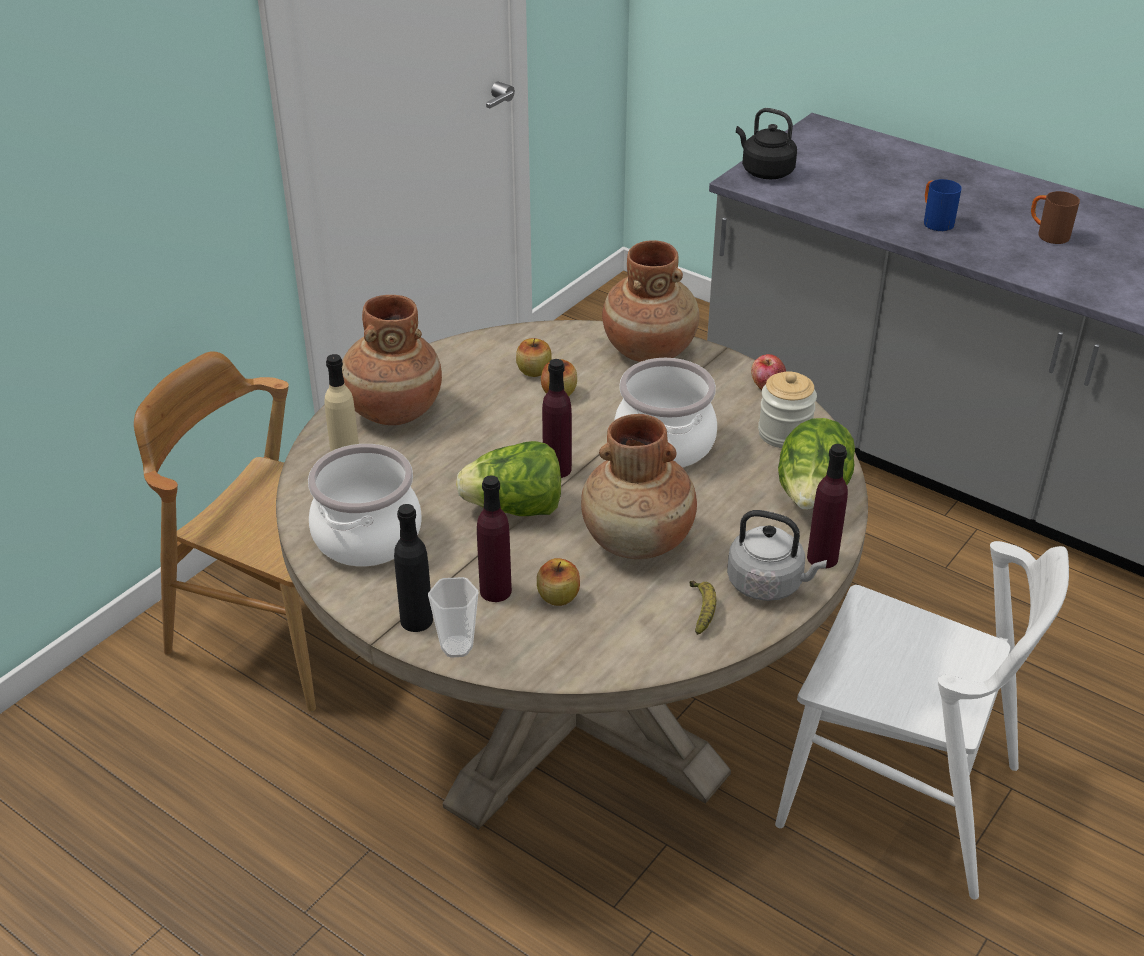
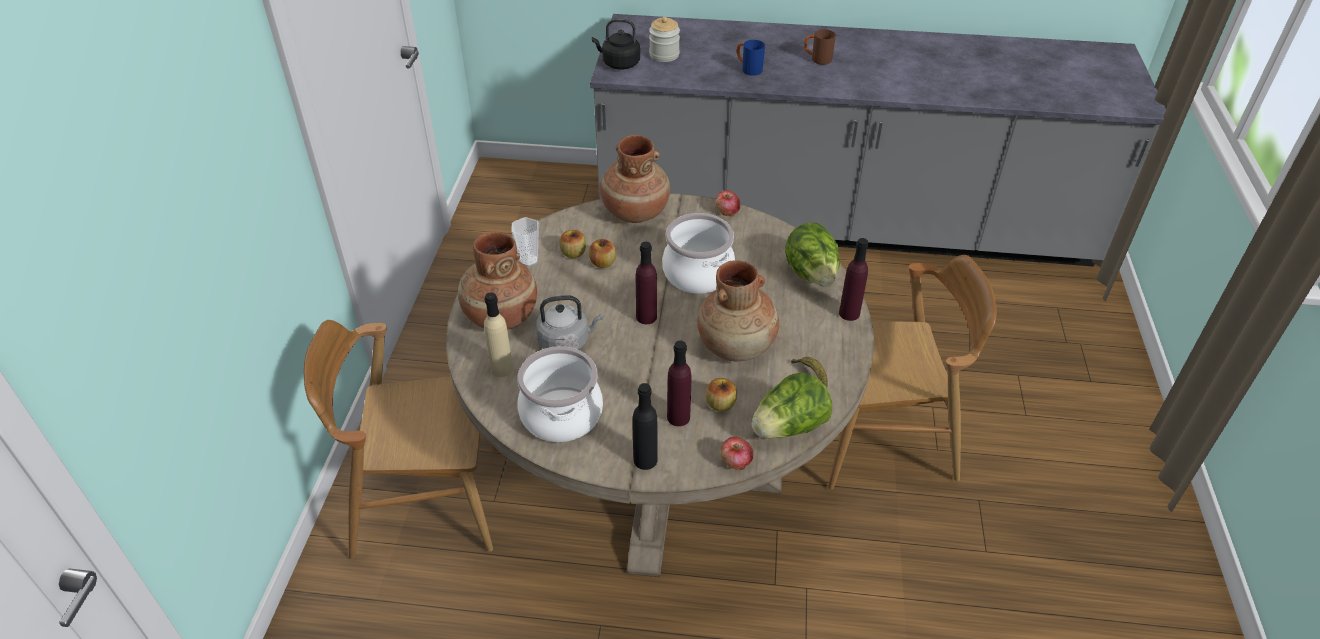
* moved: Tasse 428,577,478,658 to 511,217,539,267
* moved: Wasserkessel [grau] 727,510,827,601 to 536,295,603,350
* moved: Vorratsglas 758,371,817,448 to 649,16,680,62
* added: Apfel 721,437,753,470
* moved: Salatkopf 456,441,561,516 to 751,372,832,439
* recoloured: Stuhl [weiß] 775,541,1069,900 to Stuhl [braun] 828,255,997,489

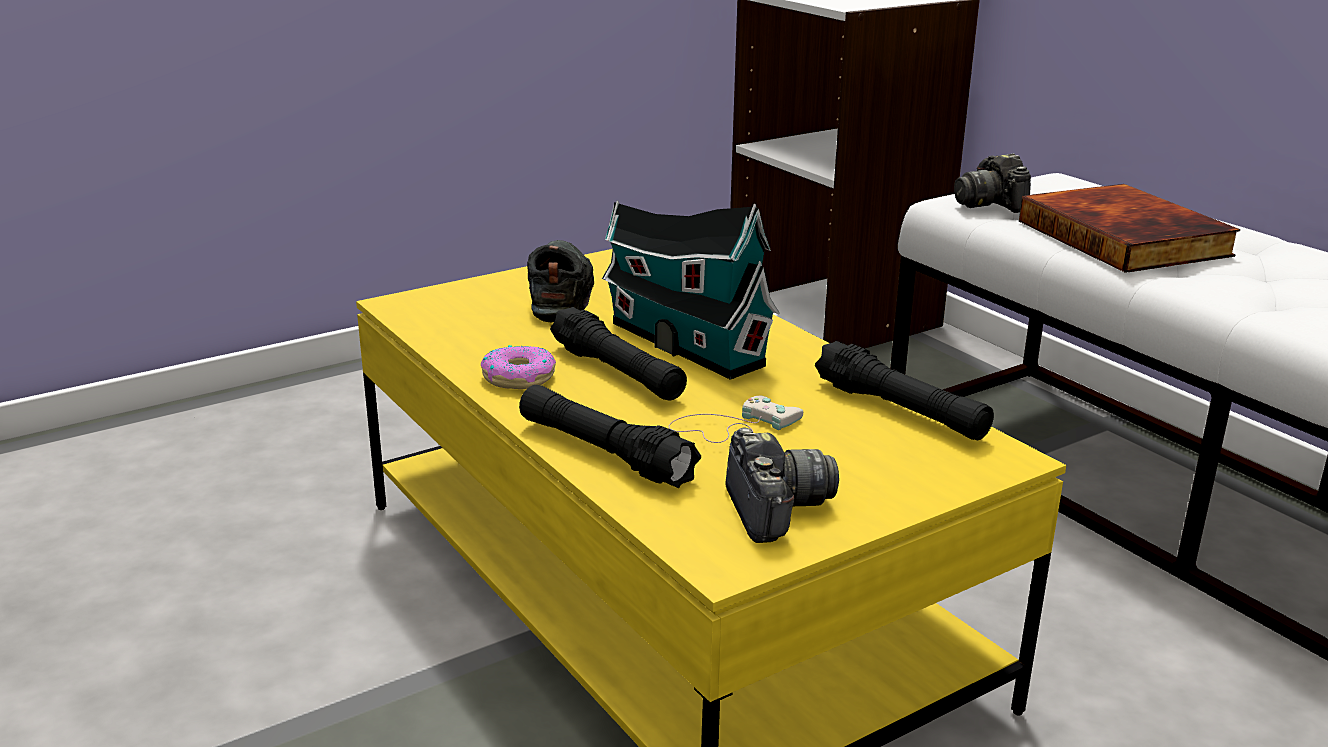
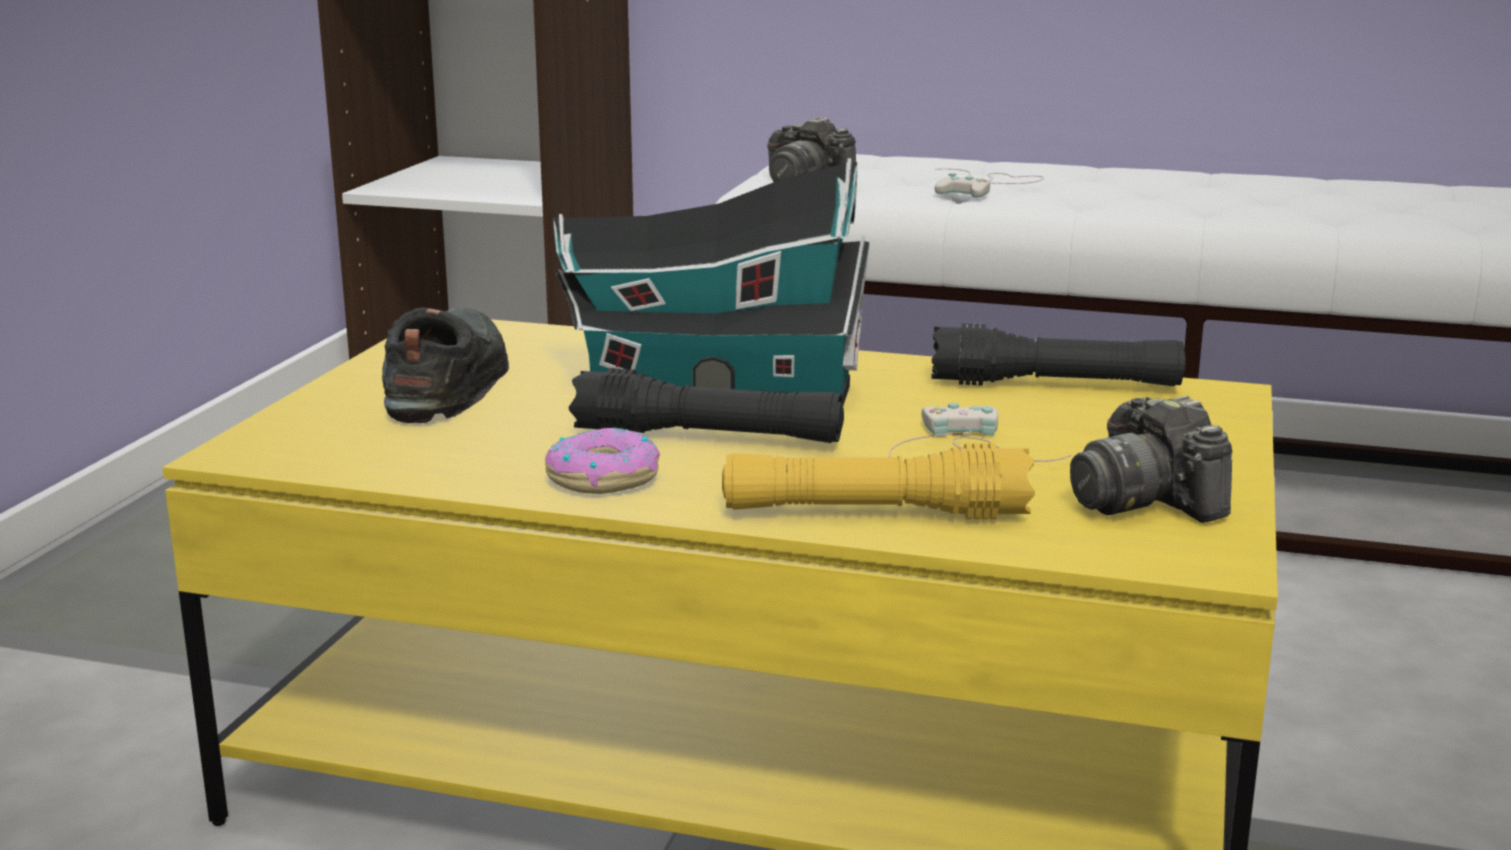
* turned: Schuh [schwarz] 527,240,594,322 = 382,307,509,423 45 degrees clockwise
* recoloured: Taschenlampe [schwarz] 519,385,701,488 to Taschenlampe [gelb] 722,443,1035,519
* replaced: Buch 1019,184,1240,273 to Gamepad [weiß] 935,168,1044,198
* turned: Kamera 725,427,839,543 = 1070,395,1232,523 150 degrees counterclockwise

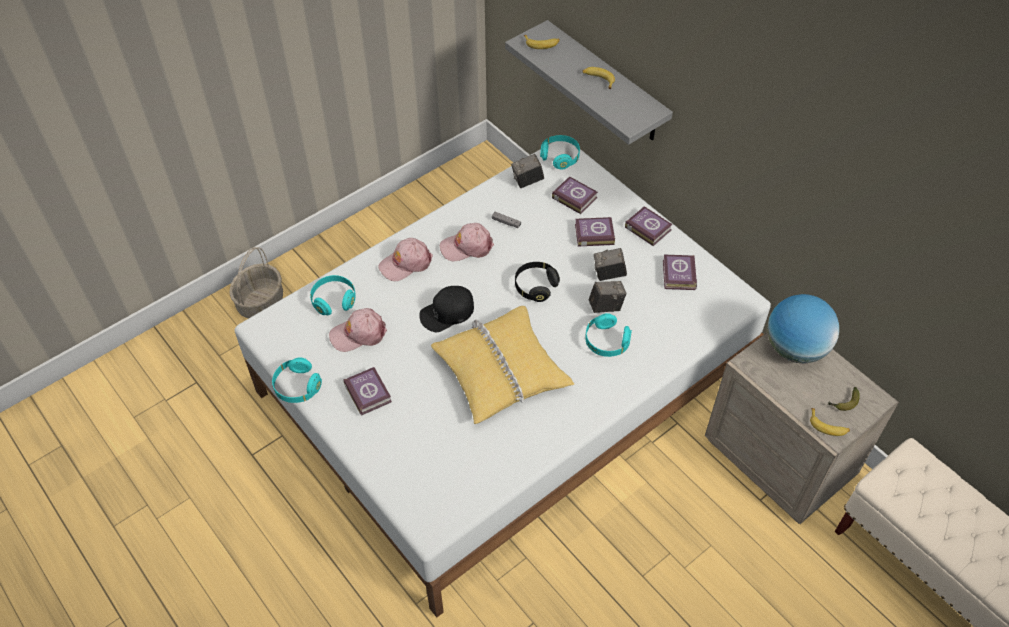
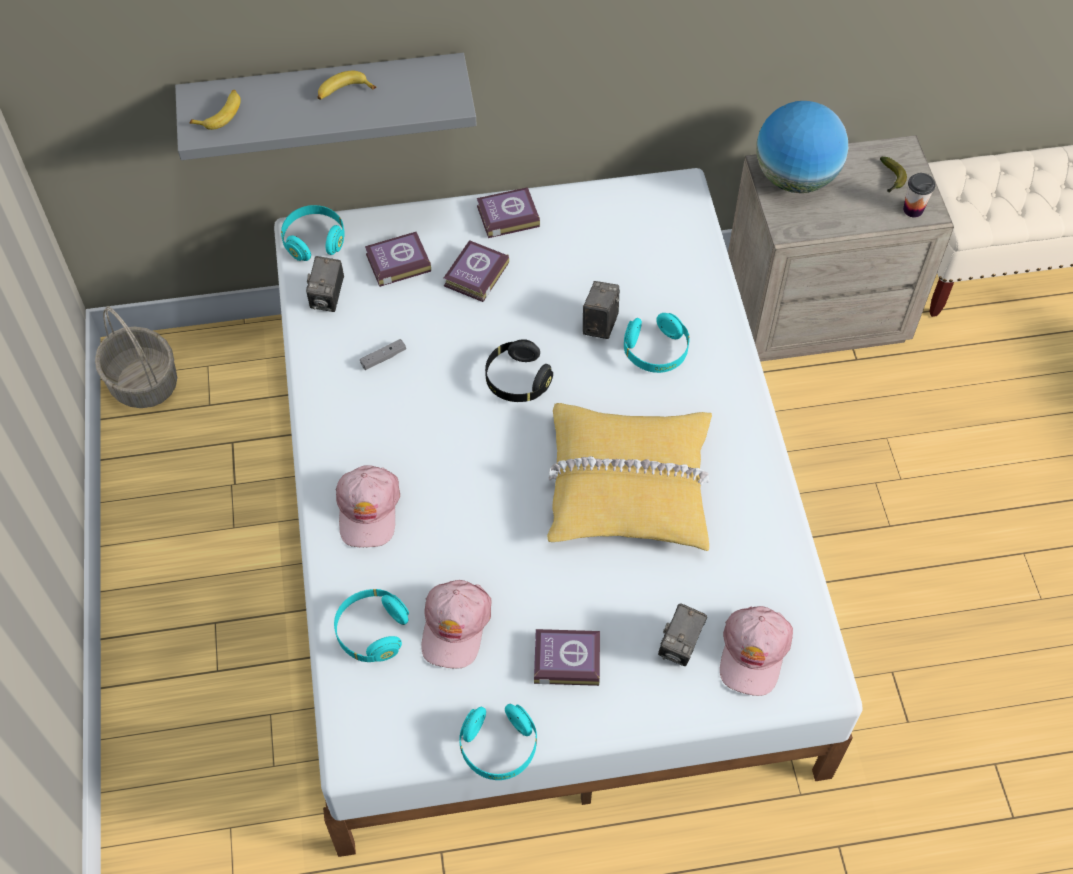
* moved: Korb 229,247,283,318 to 95,306,177,408
* moved: Kamera 594,248,627,281 to 658,603,707,666
* moved: Kappe [rosa] 440,223,494,261 to 720,606,793,696
* replaced: Banane 810,408,850,436 to Tasse 903,173,935,218
* removed: Kappe [schwarz] 419,286,474,332
* removed: Buch 663,255,697,290

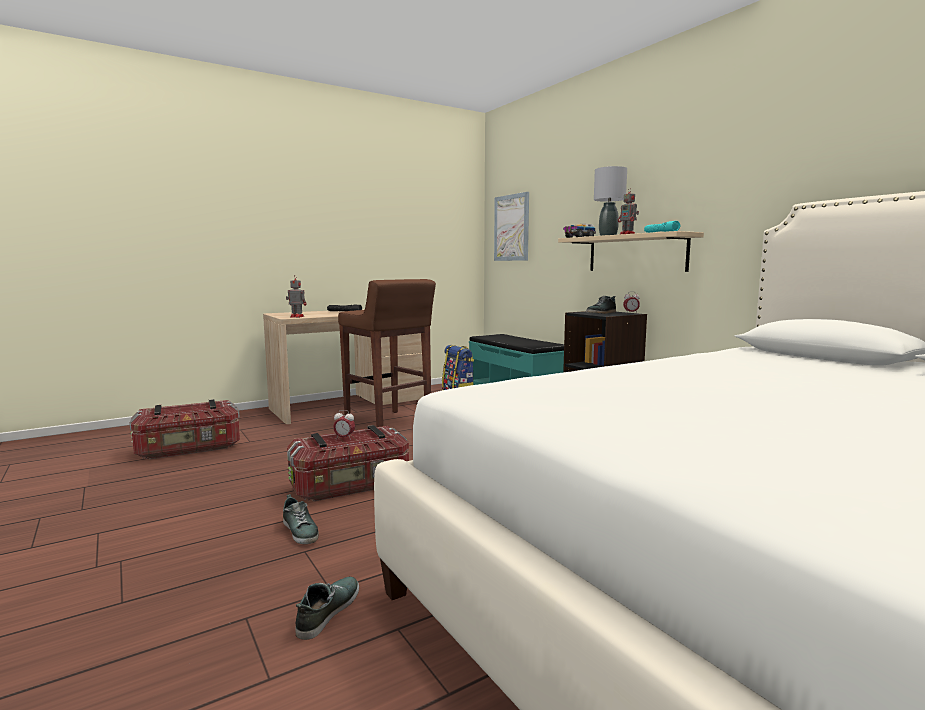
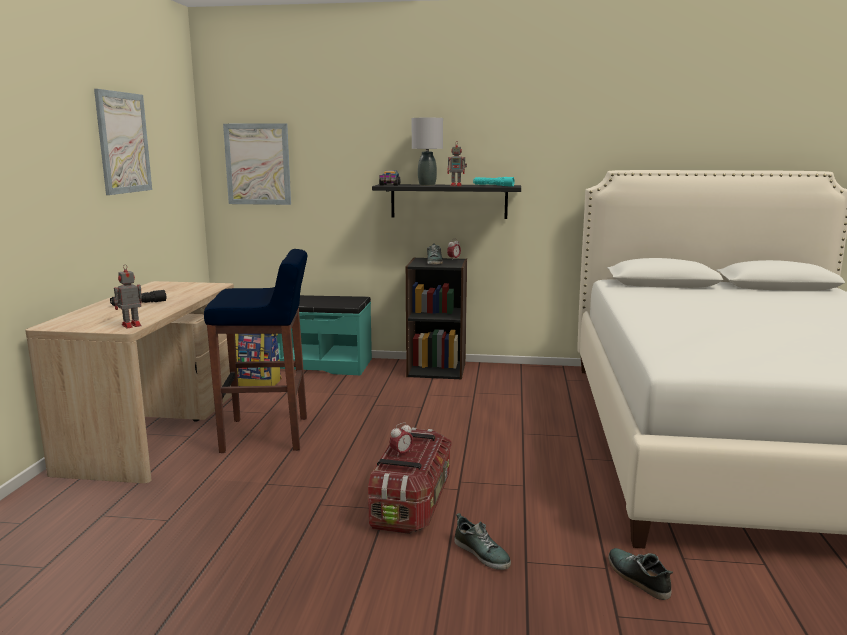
* added: Bild 94,89,152,195
* recoloured: Hocker [braun] 338,279,436,427 to Hocker [blau] 204,249,307,453
* recoloured: Wandregal [beige] 558,231,704,272 to Wandregal [schwarz] 372,184,521,219
* turned: Schuh 283,494,319,544 = 455,513,511,570 45 degrees clockwise
* removed: Aufbewahrungsbox 129,399,240,459

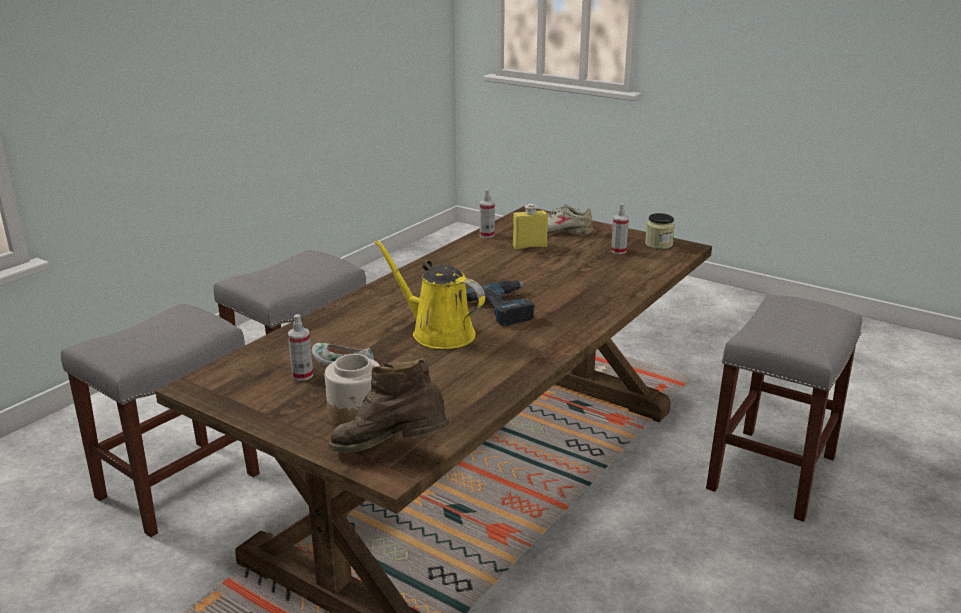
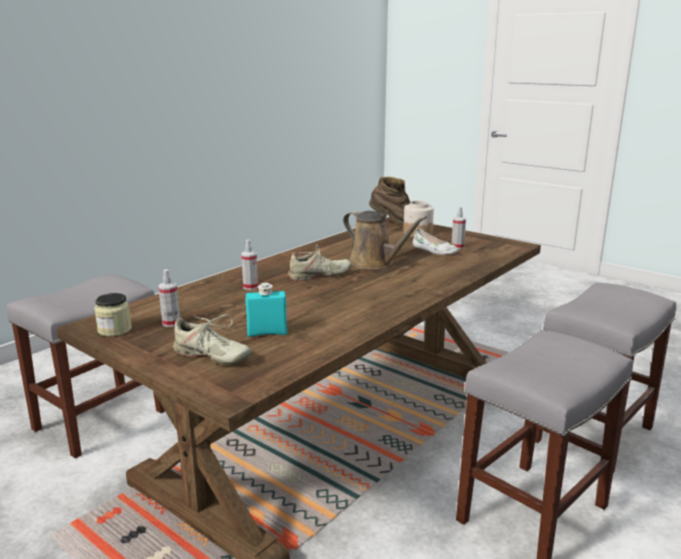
* moved: Sprühflasche 480,189,495,238 to 241,240,258,290
* recoloured: Flasche [gelb] 513,203,548,250 to Flasche [türkis] 246,283,287,337
* replaced: Bohrmaschine 466,280,535,326 to Schuh [beige] 288,245,352,281
* recoloured: Gießkanne [gelb] 374,239,485,349 to Gießkanne [braun] 343,211,427,269

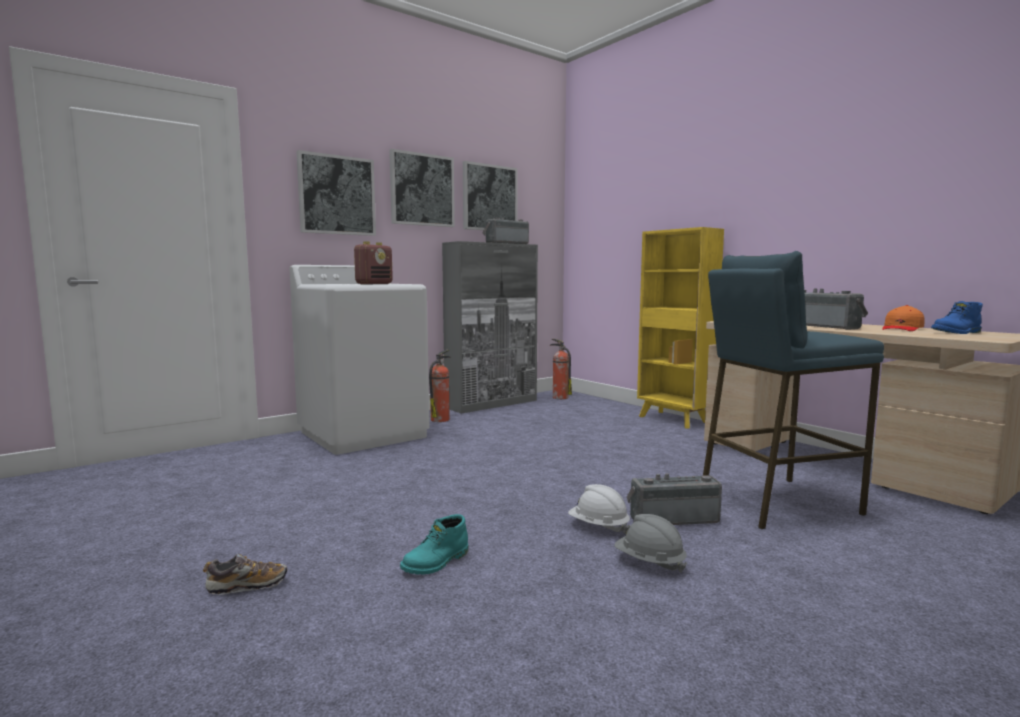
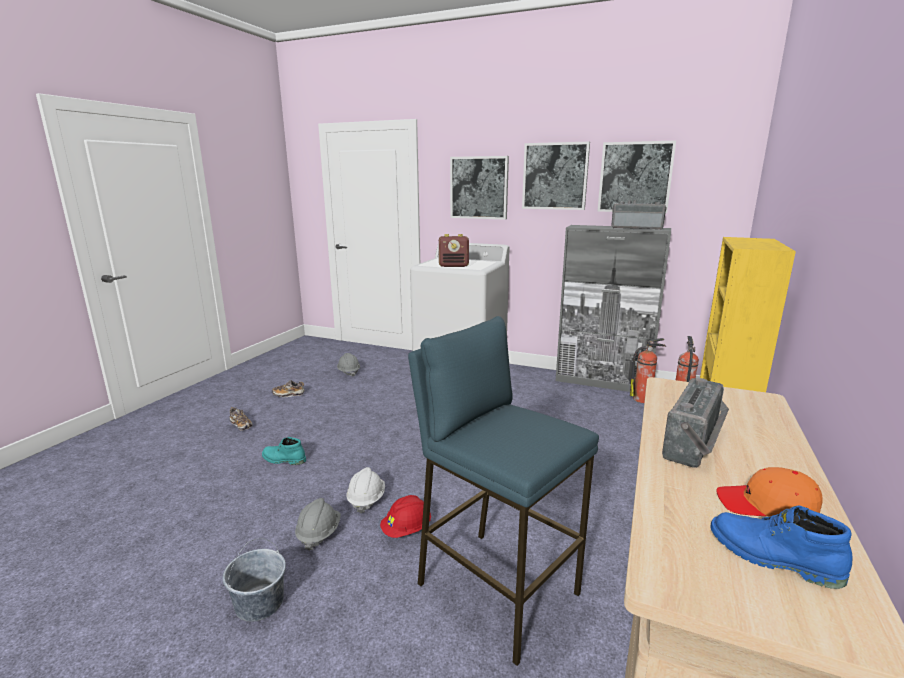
* added: Eimer [grau] 223,538,286,622
* added: Schuh 272,380,305,397
* added: Schutzhelm [grau] 337,353,360,376
* replaced: Radio 627,473,722,525 to Schutzhelm [rot] 380,495,431,538
* moved: Feuerlöscher 429,350,451,422 to 630,338,666,403

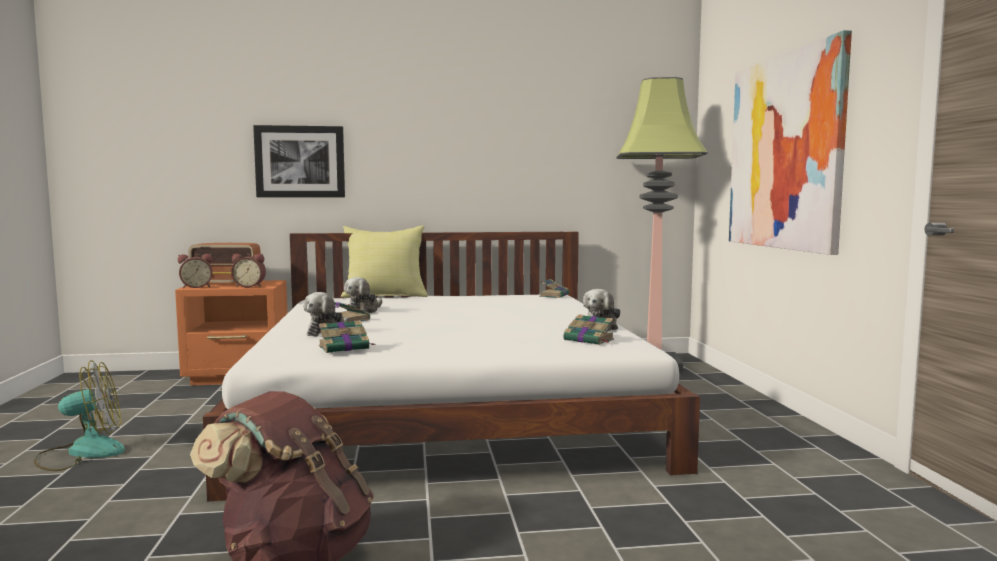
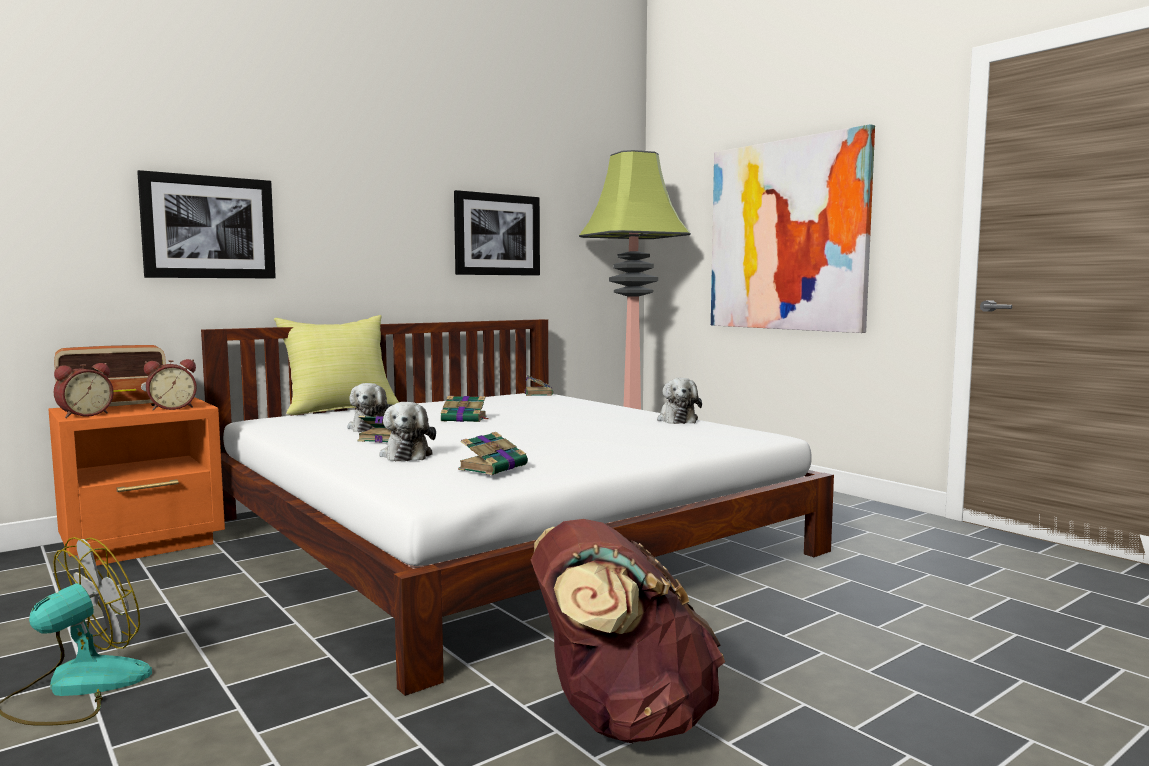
* moved: Buch 563,314,614,345 to 441,396,489,422
* added: Bild 454,190,540,276

